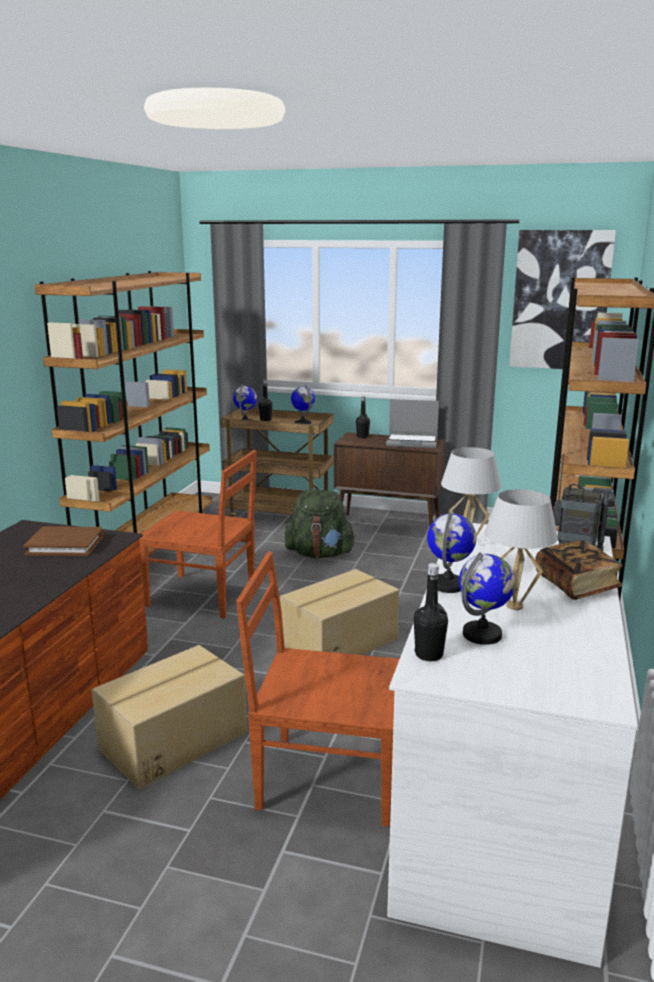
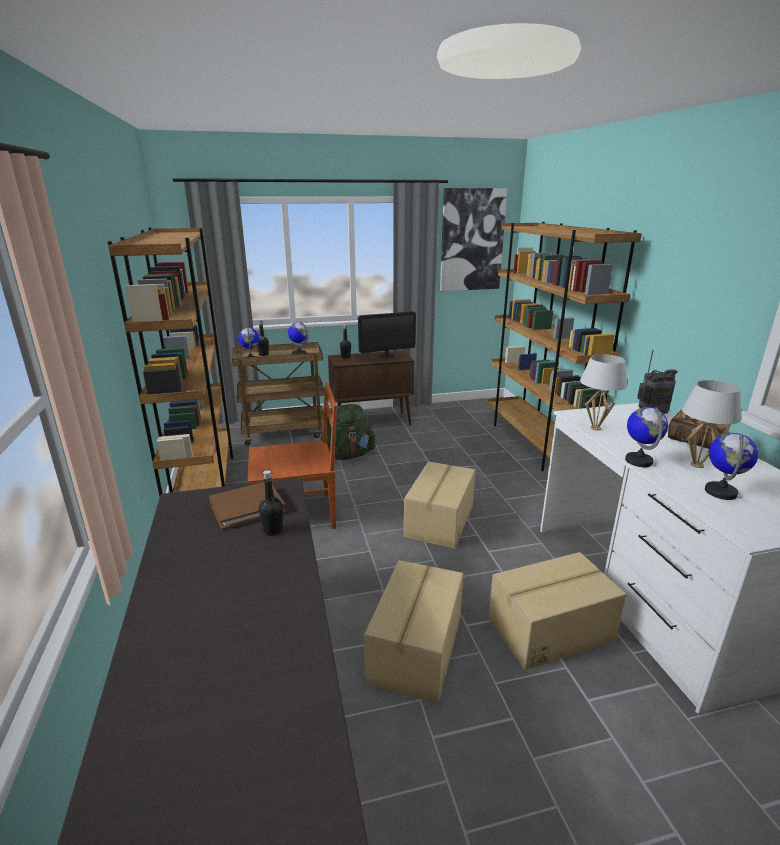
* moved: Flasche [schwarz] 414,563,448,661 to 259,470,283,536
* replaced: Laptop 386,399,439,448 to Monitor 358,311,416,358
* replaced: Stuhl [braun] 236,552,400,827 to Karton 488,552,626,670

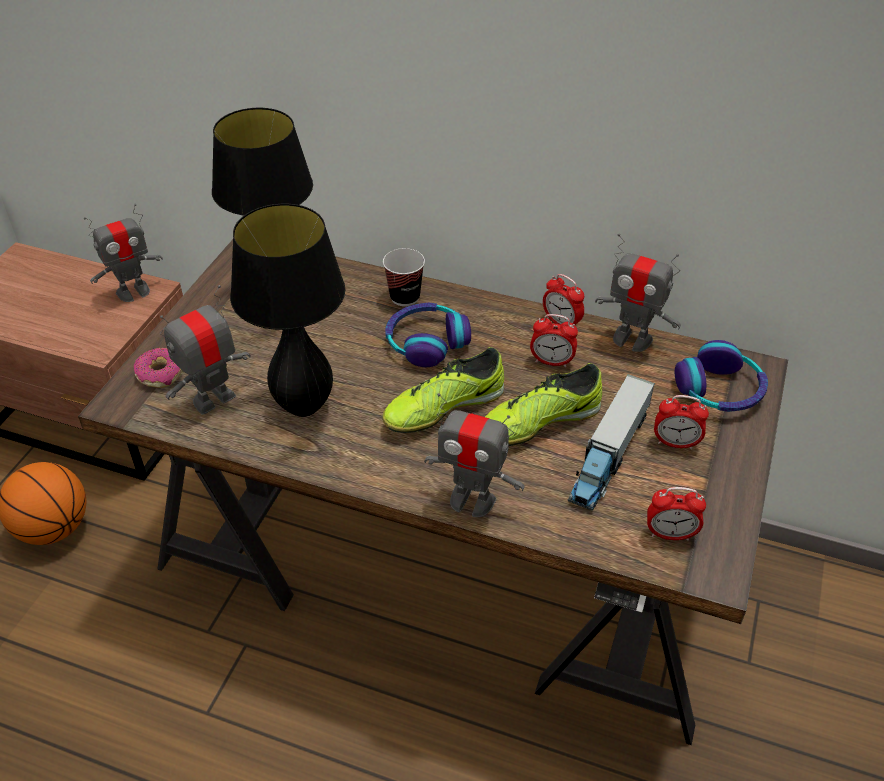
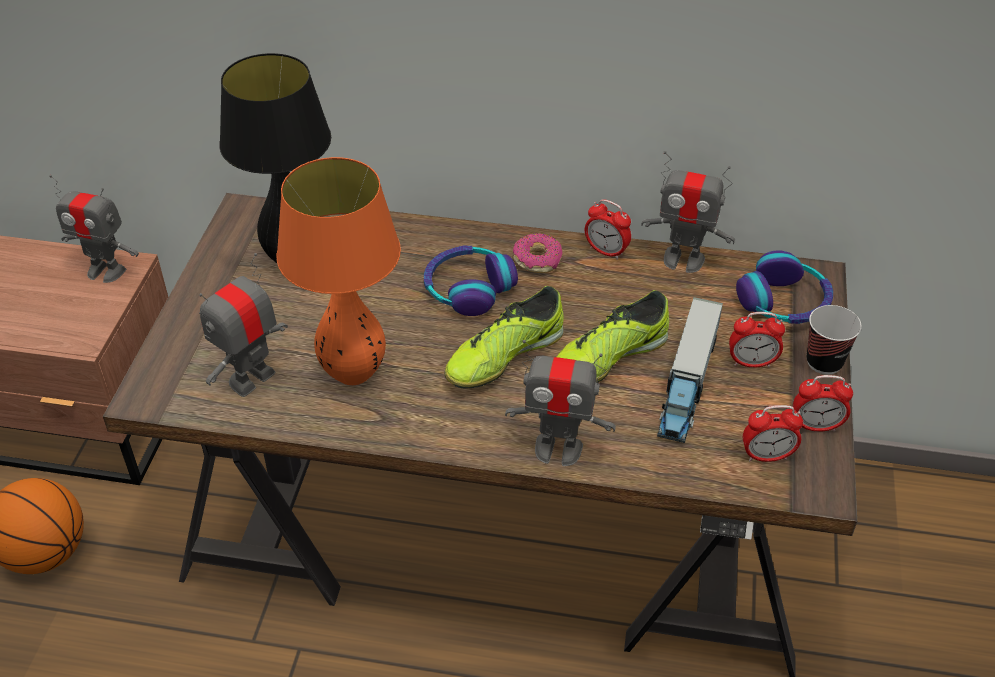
* turned: Spielzeugroboter 84,203,163,302 = 49,175,139,283 60 degrees clockwise
* recoloured: Tischlampe [schwarz] 230,204,345,417 to Tischlampe [orange] 276,157,401,385
* moved: Donut 134,348,182,388 to 513,233,563,273
* moved: Wecker 530,314,578,367 to 793,375,853,432
* moved: Tasse 383,248,425,306 to 806,305,862,374

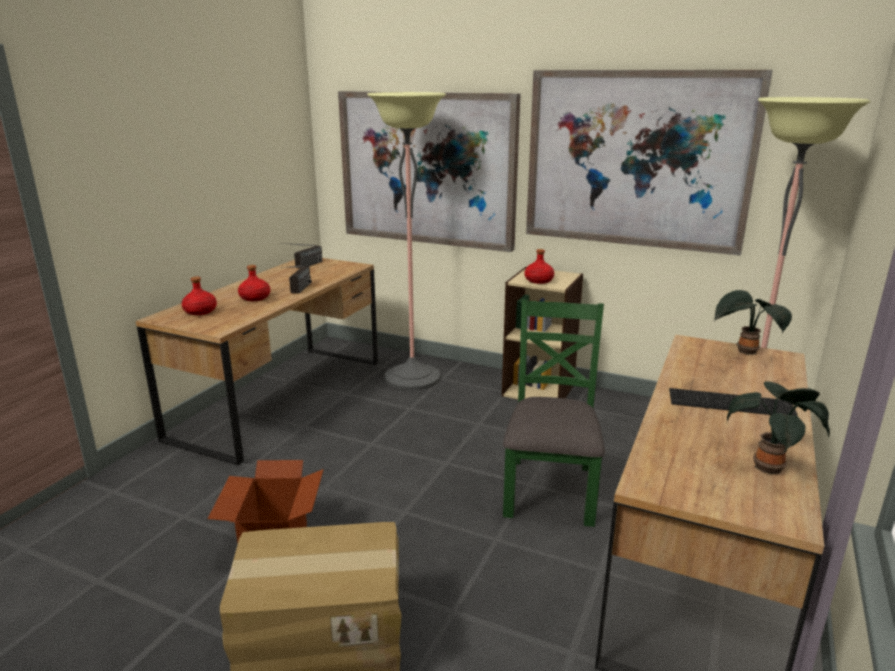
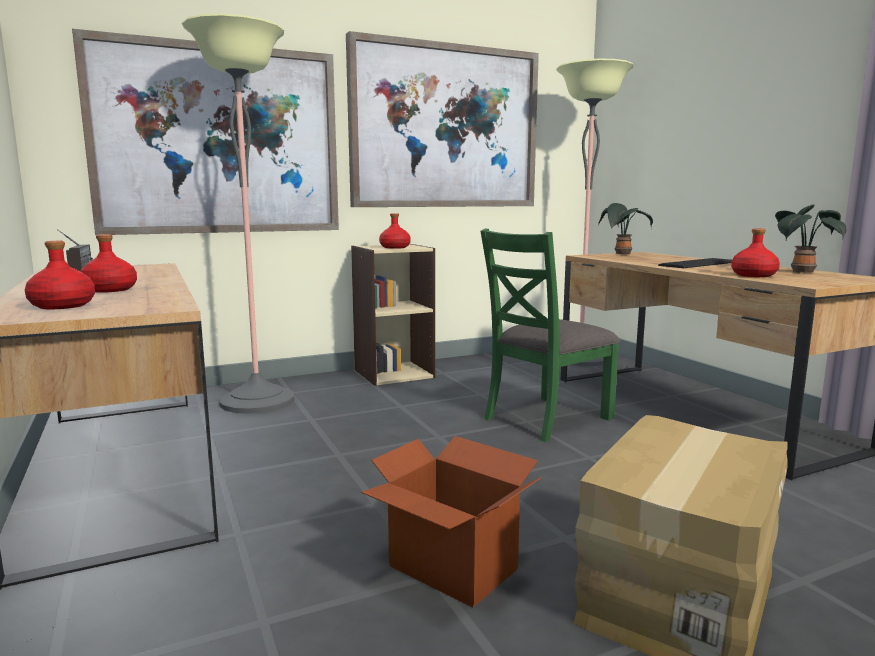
* turned: Stuhl [grün] 503,299,605,527 = 481,229,620,442 90 degrees counterclockwise
* added: Flasche [rot] 731,229,780,277
* removed: Radio 281,266,312,294

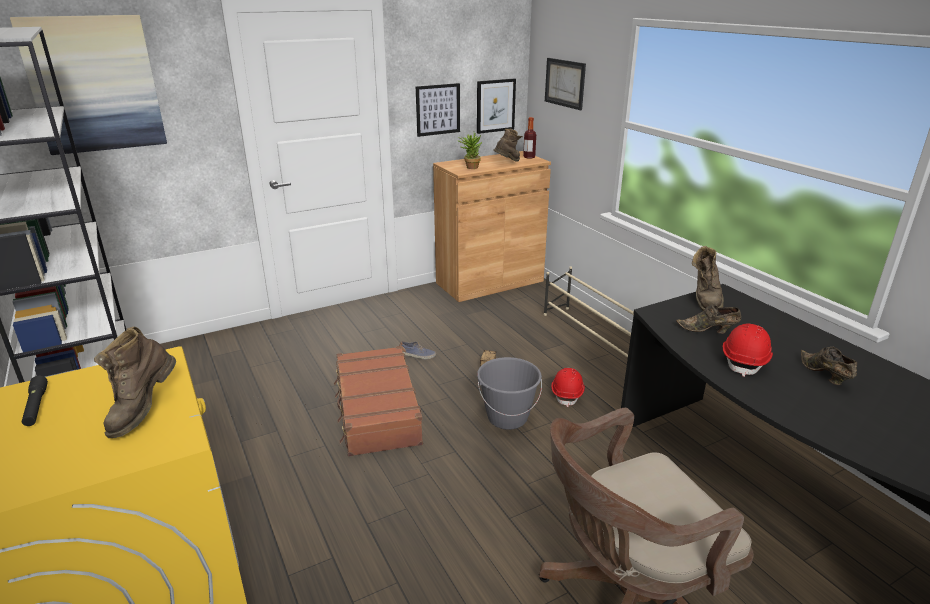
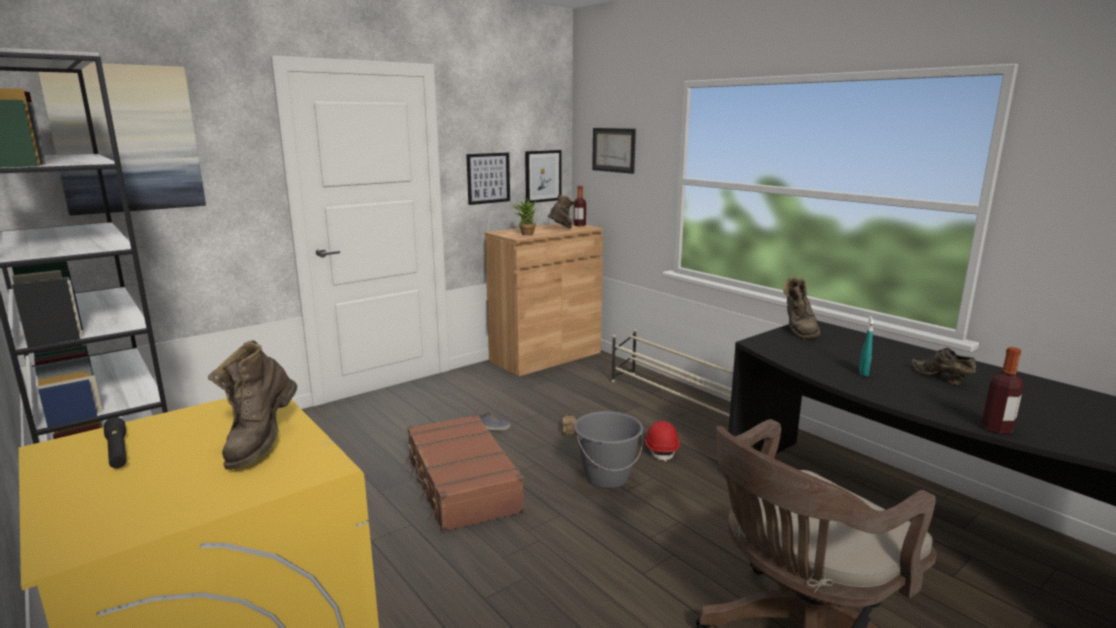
* replaced: Schutzhelm [rot] 723,324,773,377 to Sprühflasche [türkis] 859,316,874,377
* added: Flasche 981,347,1024,434
* removed: Schuh [braun] 676,304,741,334

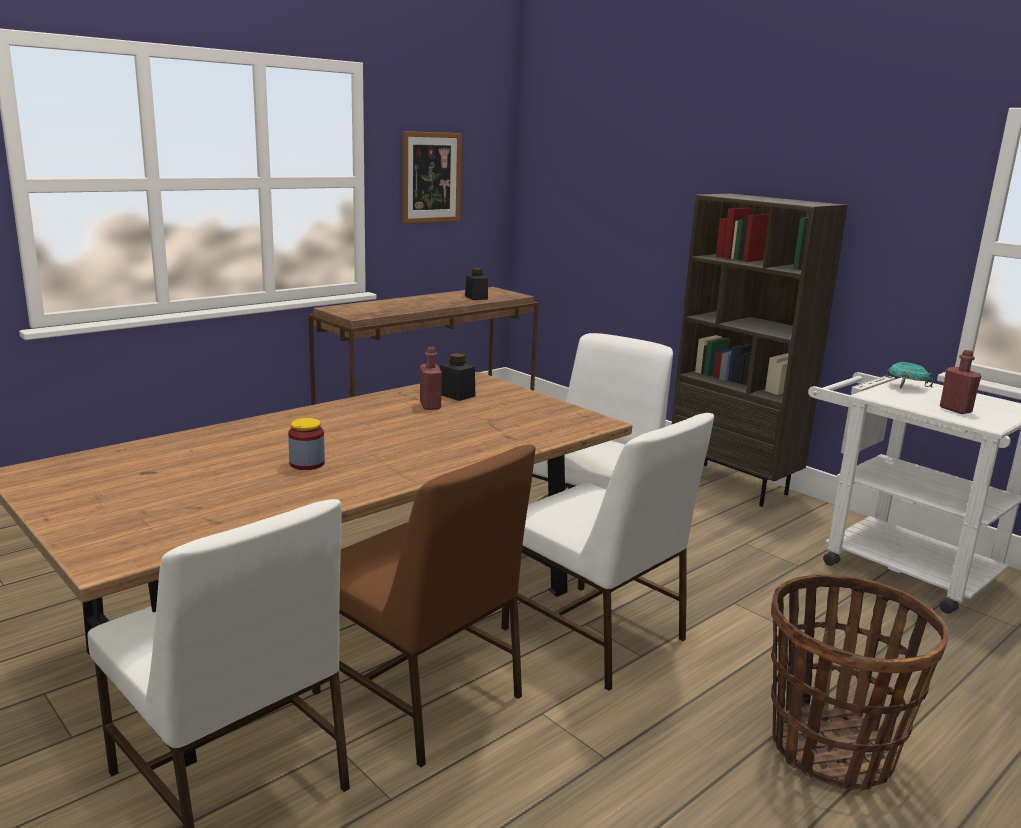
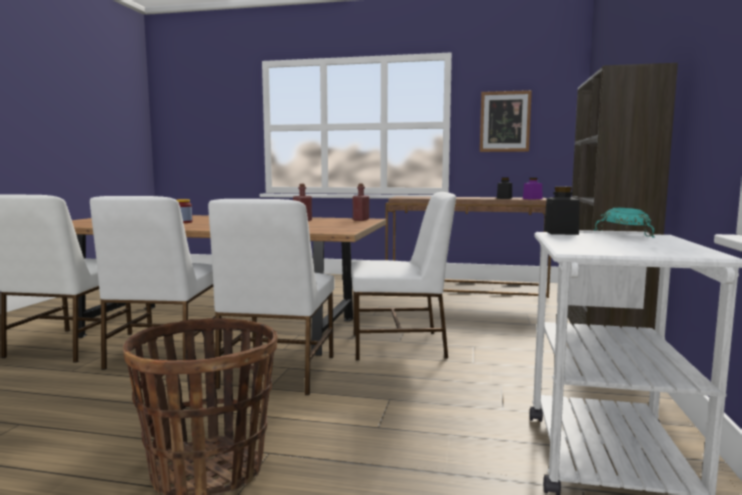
* recoloured: Stuhl [braun] 312,445,535,767 to Stuhl [weiß] 90,196,223,370
* moved: Flasche [rot] 940,350,981,414 to 353,183,369,221
* added: Vorratsglas [lila] 523,178,542,200
* moved: Vorratsglas [schwarz] 440,353,475,401 to 544,186,580,235

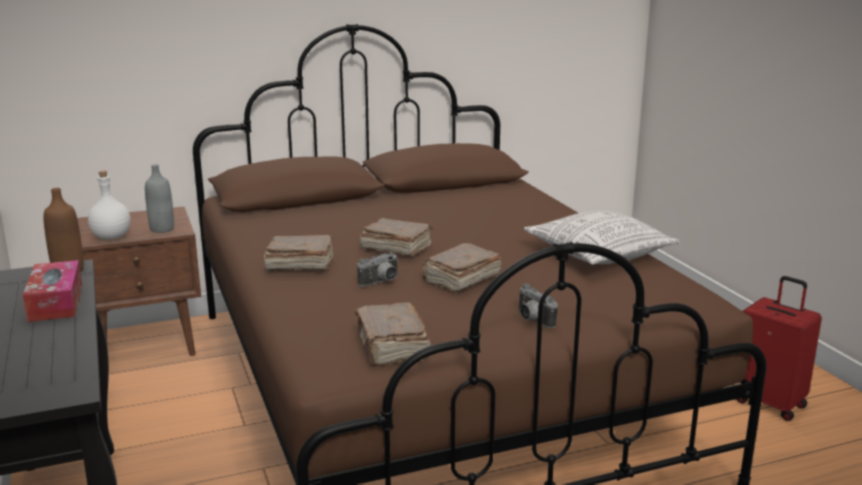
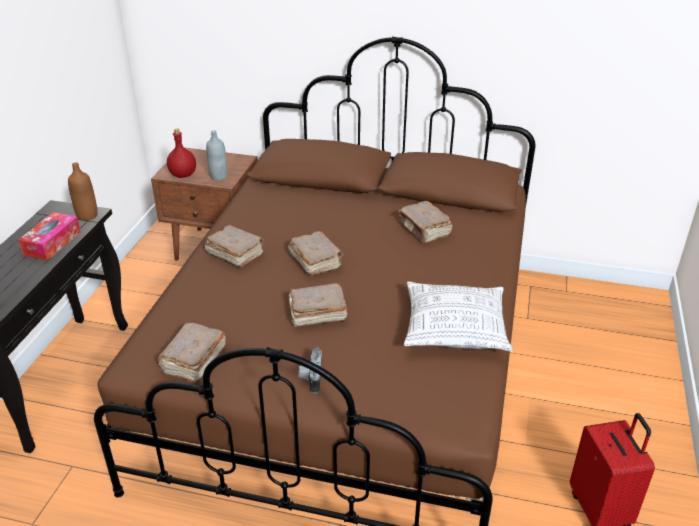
* recoloured: Flasche [weiß] 88,171,131,240 to Flasche [rot] 167,128,196,178
* added: Buch [braun] 398,201,452,243
* removed: Kamera 357,252,398,287

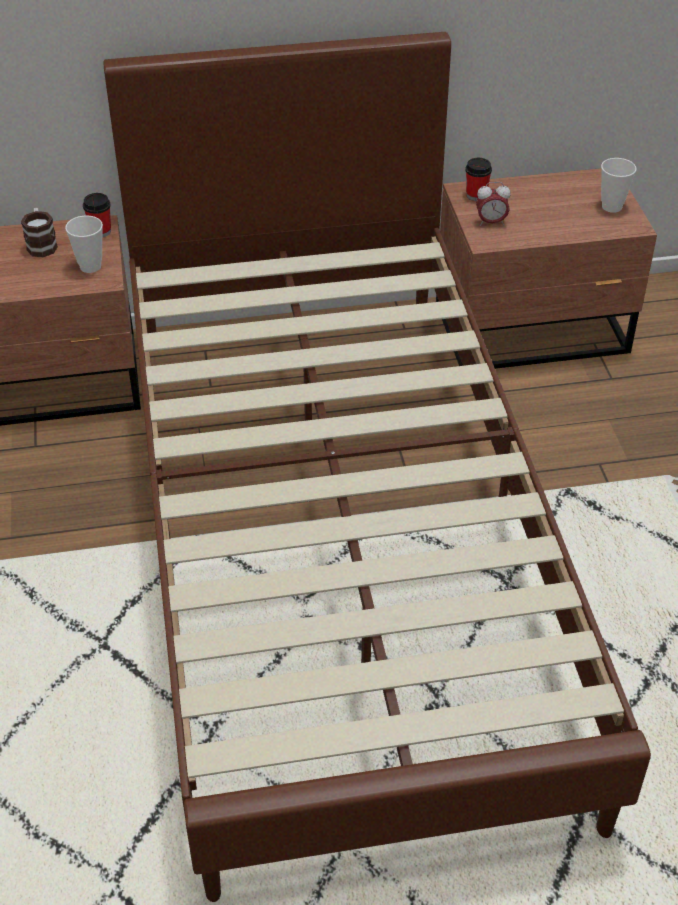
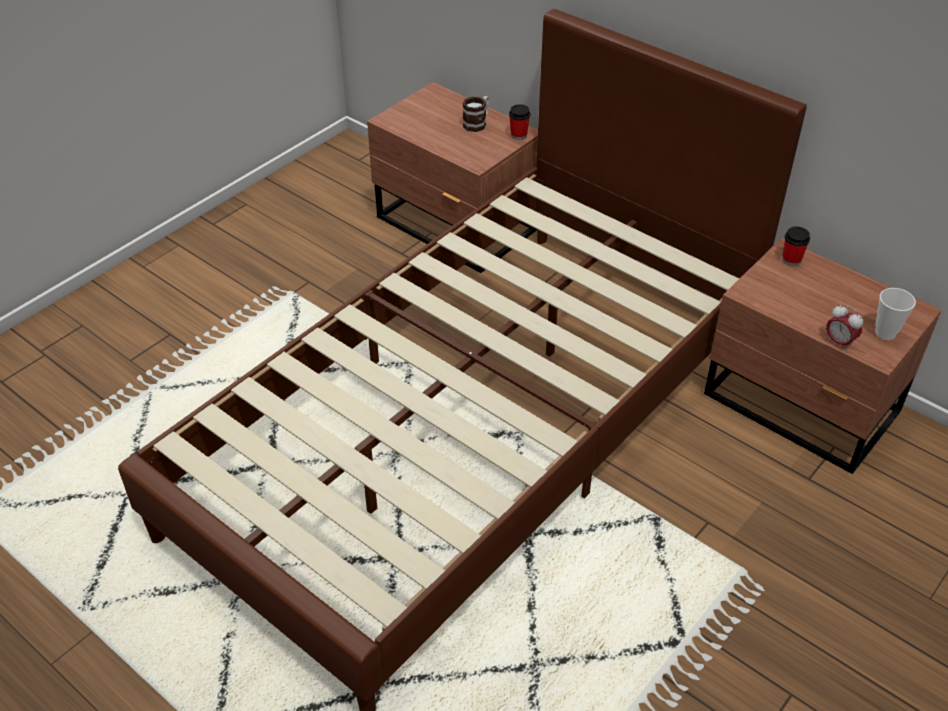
* moved: Wecker 476,182,511,226 to 826,305,863,351
* removed: Tasse 65,216,103,273

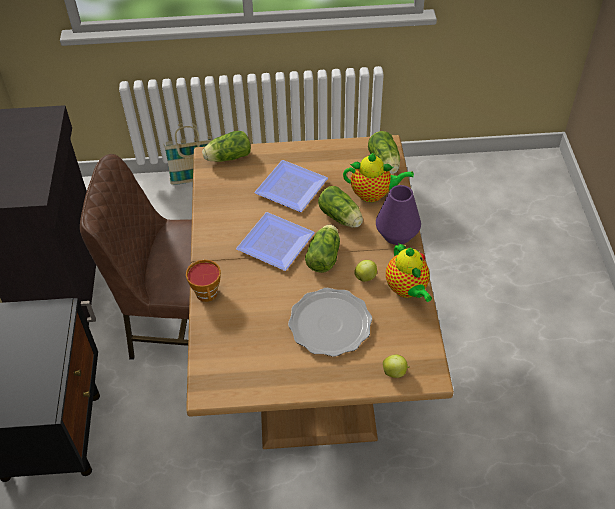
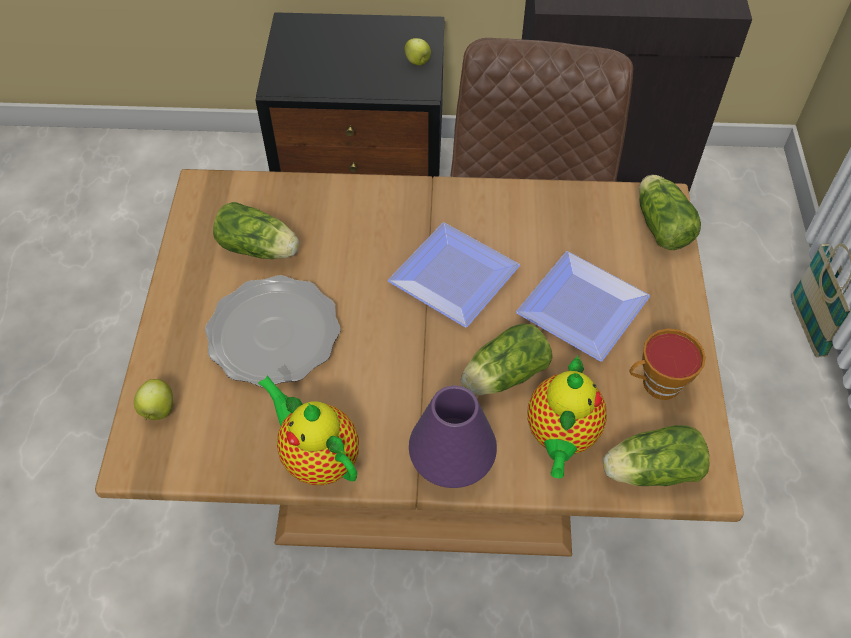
* moved: Salatkopf 305,225,340,273 to 213,202,299,259
* turned: Teekanne 386,242,432,302 = 258,375,359,485 60 degrees clockwise
* moved: Apfel 354,260,377,282 to 405,38,431,65
* moved: Tasse 186,259,221,302 to 629,328,706,400

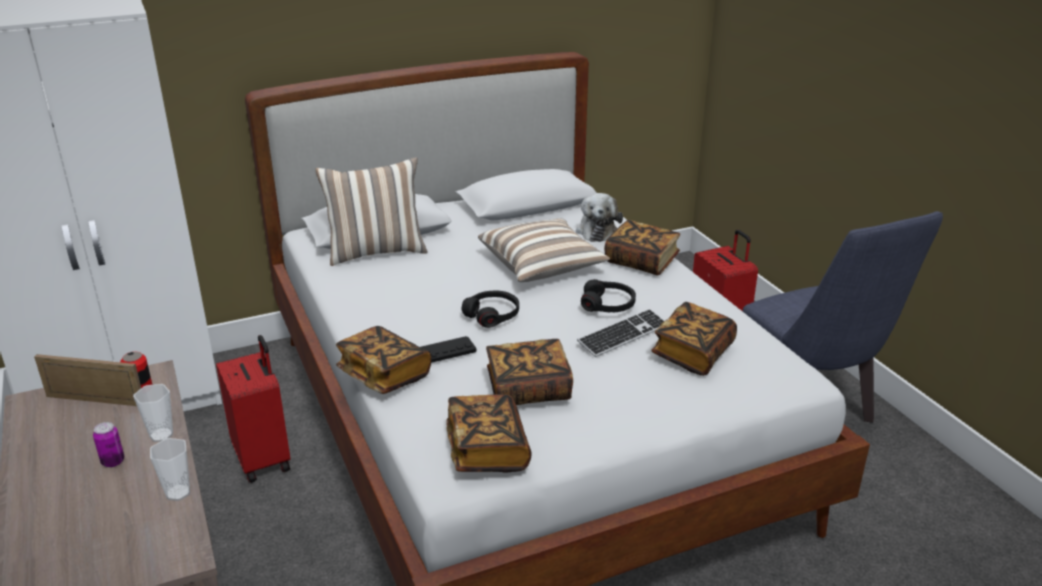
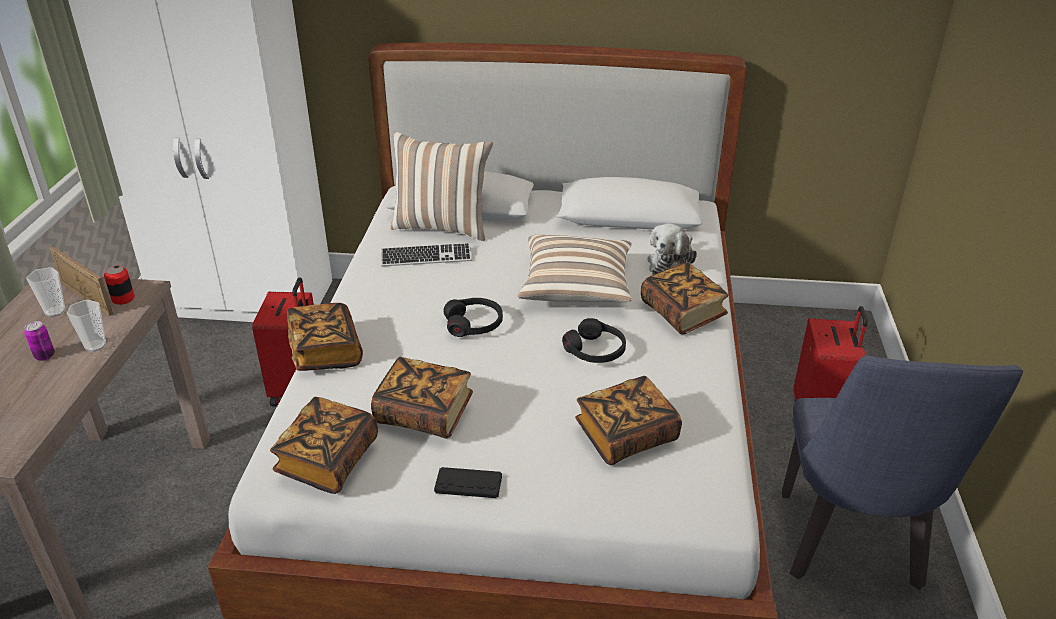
* moved: Tasse 150,438,190,501 to 26,267,66,317
* moved: Tastatur 577,309,664,357 to 381,243,472,267
* moved: Gamepad [schwarz] 421,336,476,363 to 434,467,502,498

